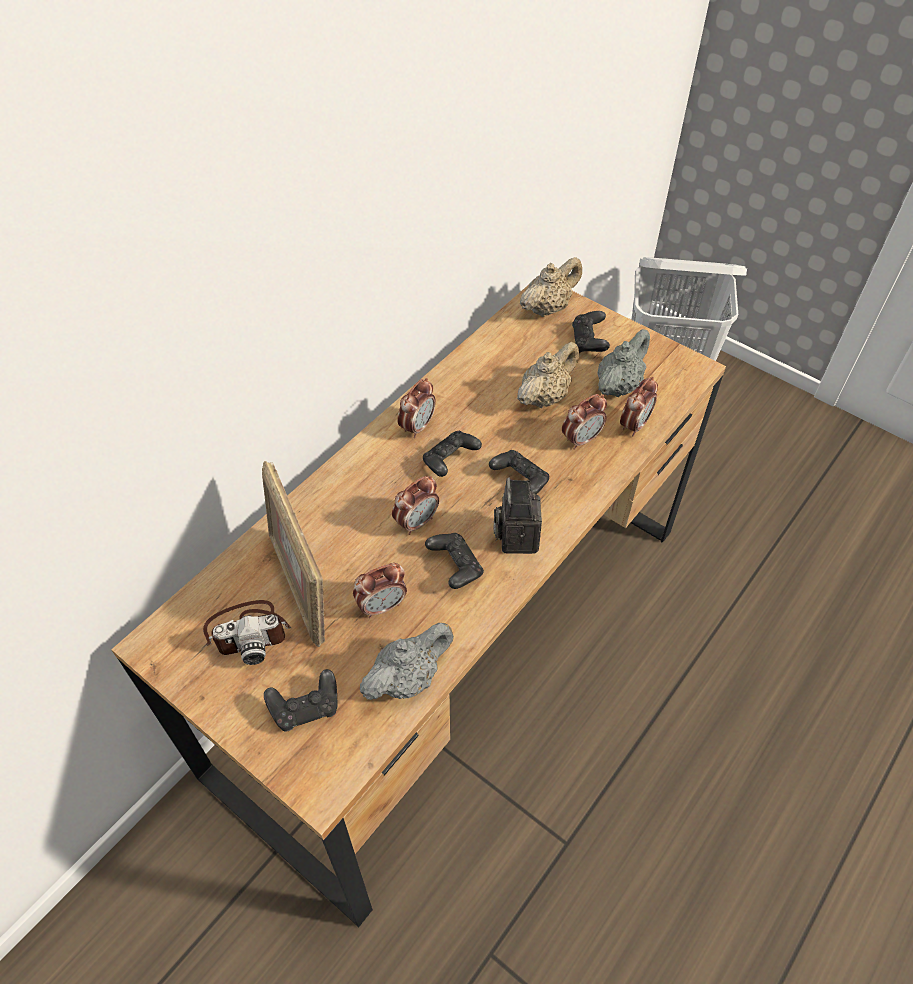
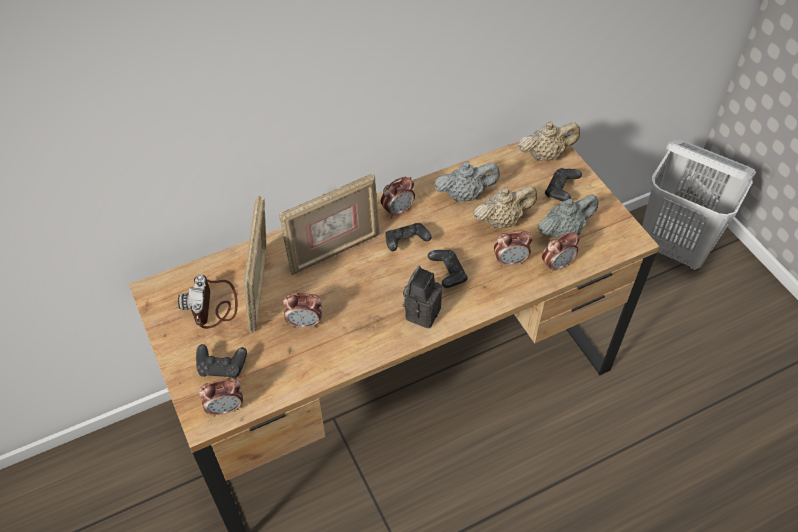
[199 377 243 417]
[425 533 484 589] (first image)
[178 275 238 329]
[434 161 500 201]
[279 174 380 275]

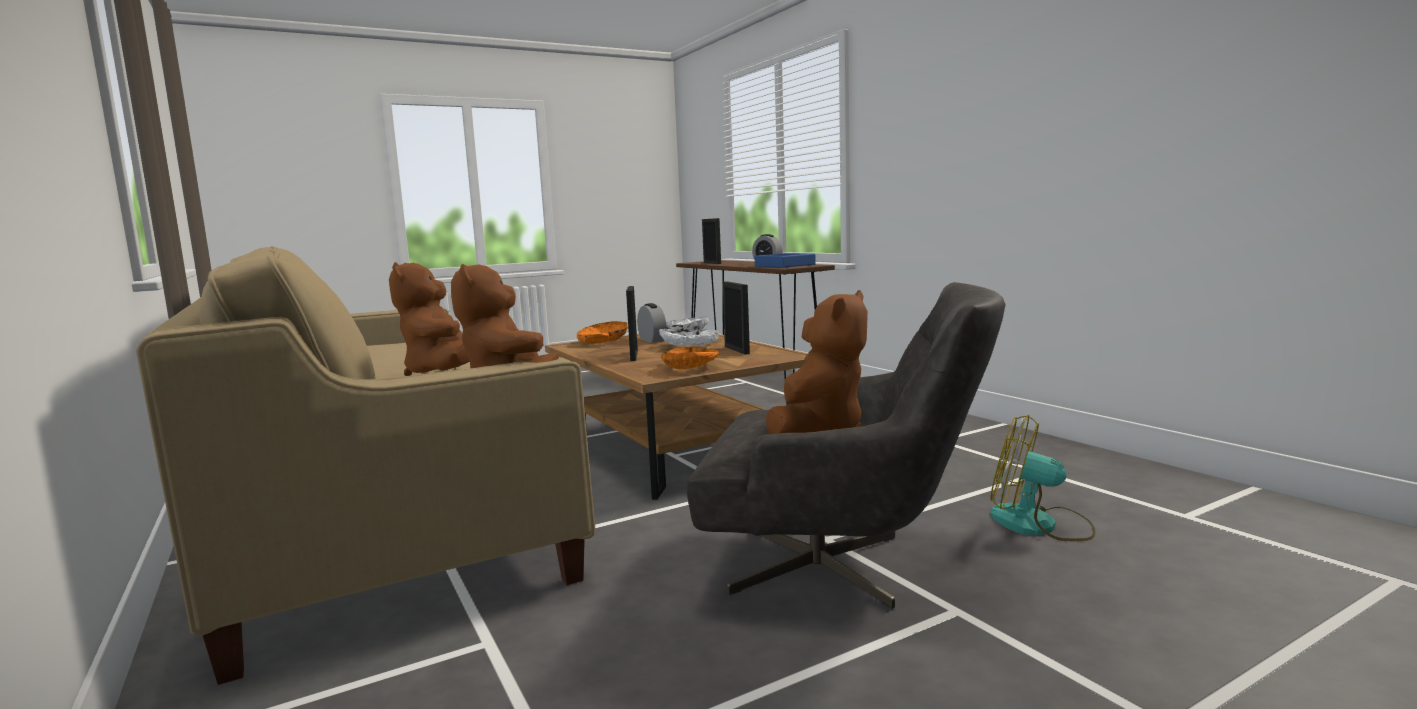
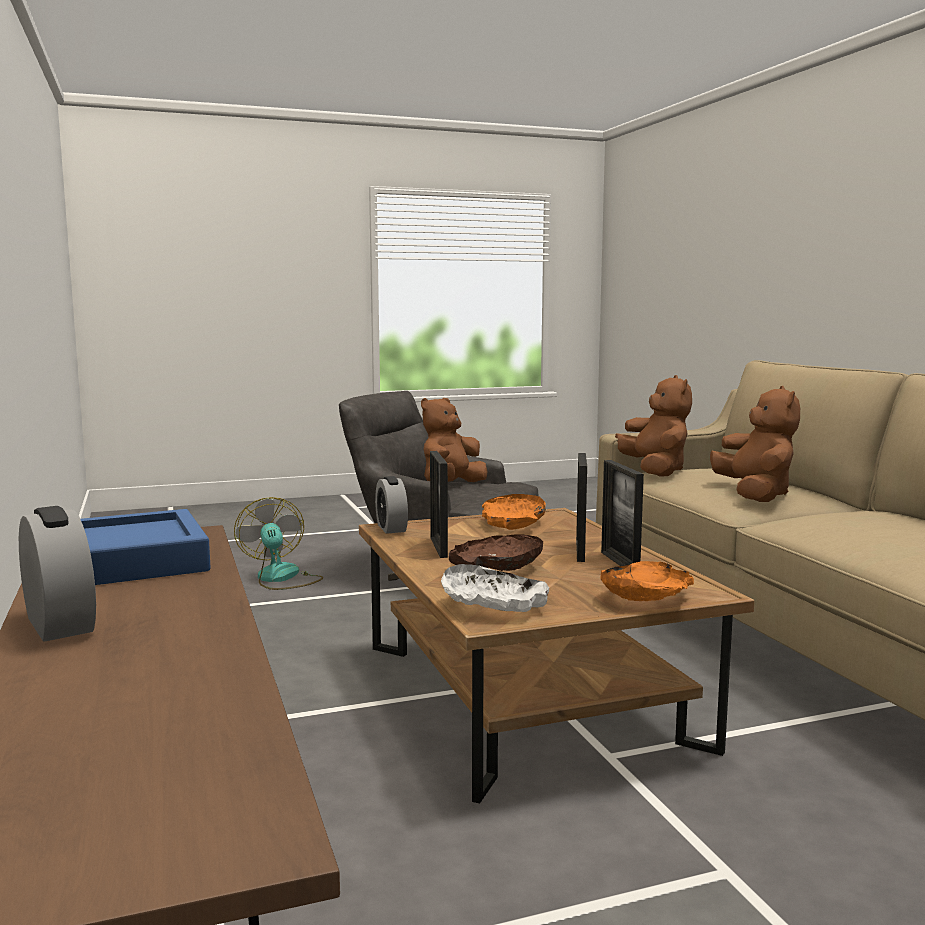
[601 460 644 566]
[375 476 408 534]
[449 534 543 571]
[234 497 323 590]

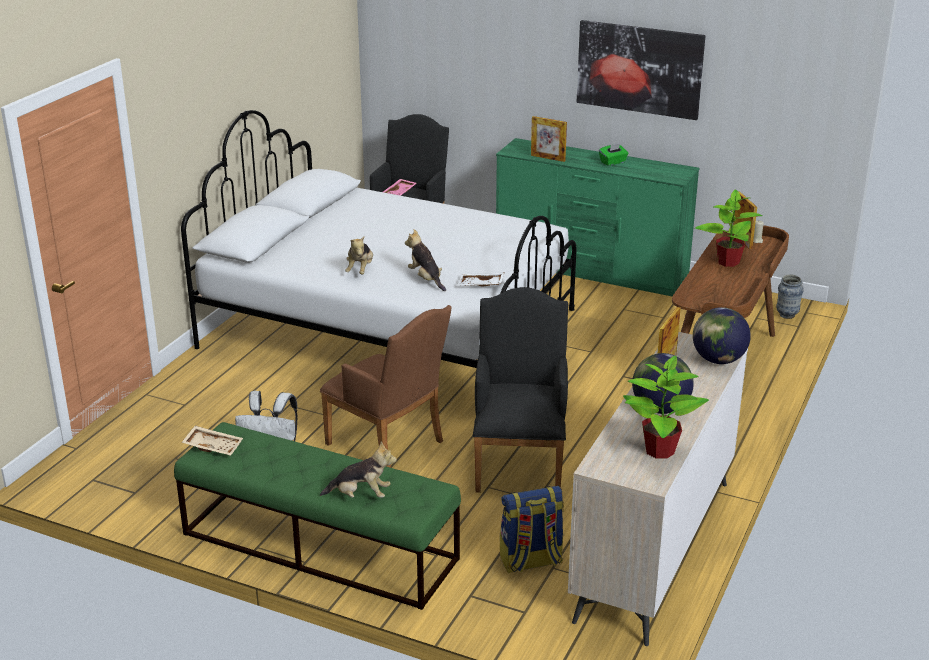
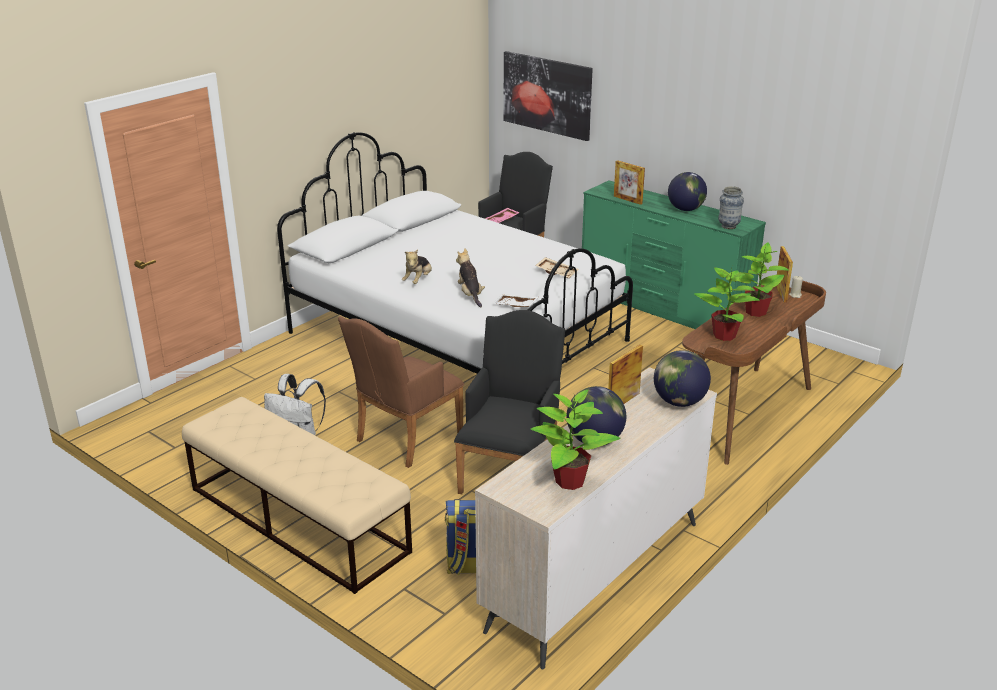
[504 51 593 141]
[668 172 707 211]
[718 186 744 229]
[338 316 464 468]
[182 397 412 594]
[535 257 579 278]
[320 441 397 498] (first image)
[694 266 760 341]

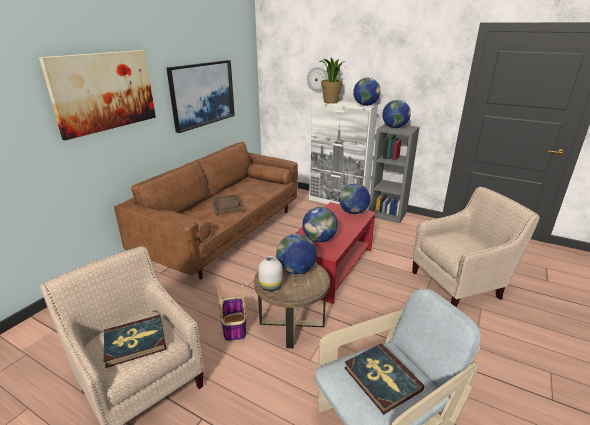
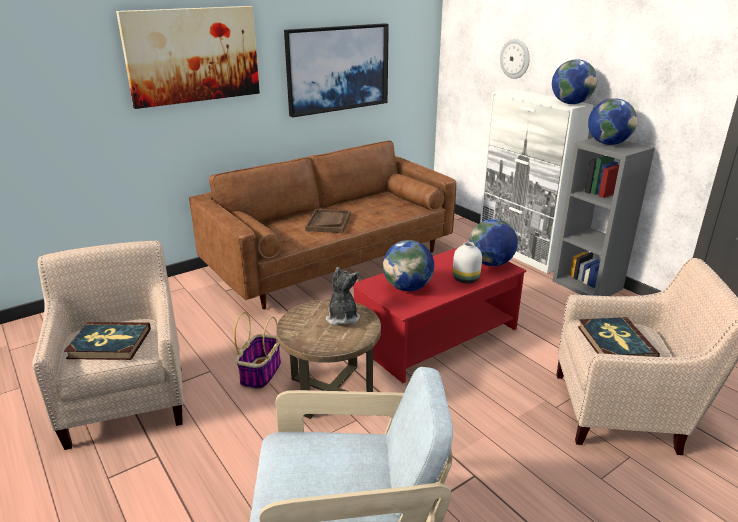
[319 58 345 104] (first image)
[326 267 360 325]
[453 242 482 284]
[578 317 660 357]

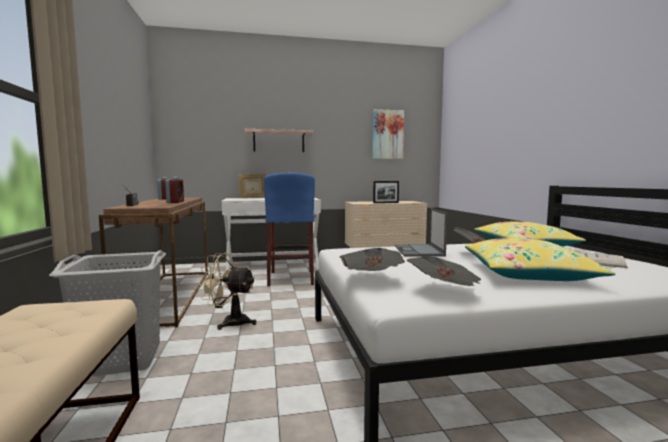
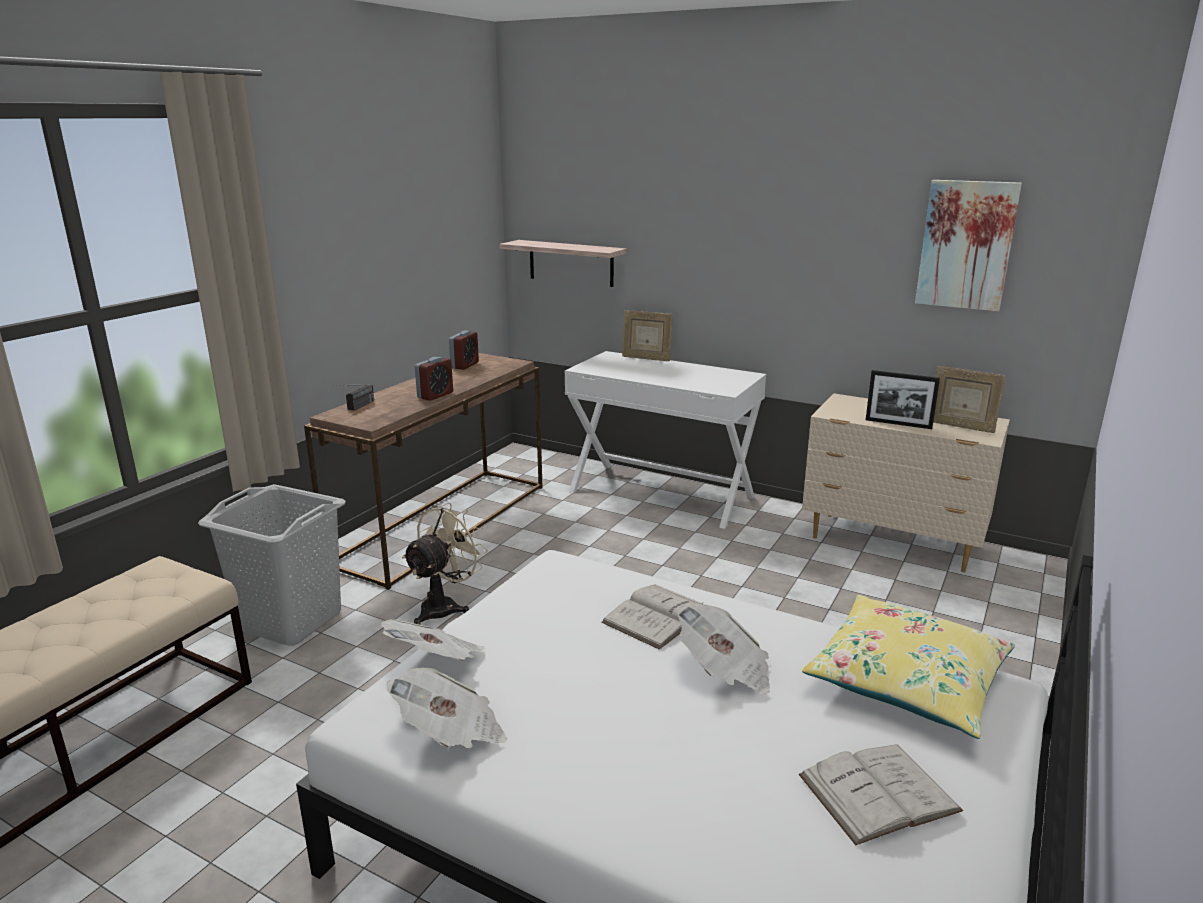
[500 240 627 287]
[264 172 315 286] (first image)
[601 584 705 650]
[465 238 616 281] (first image)
[402 502 488 625]
[933 366 1005 433]

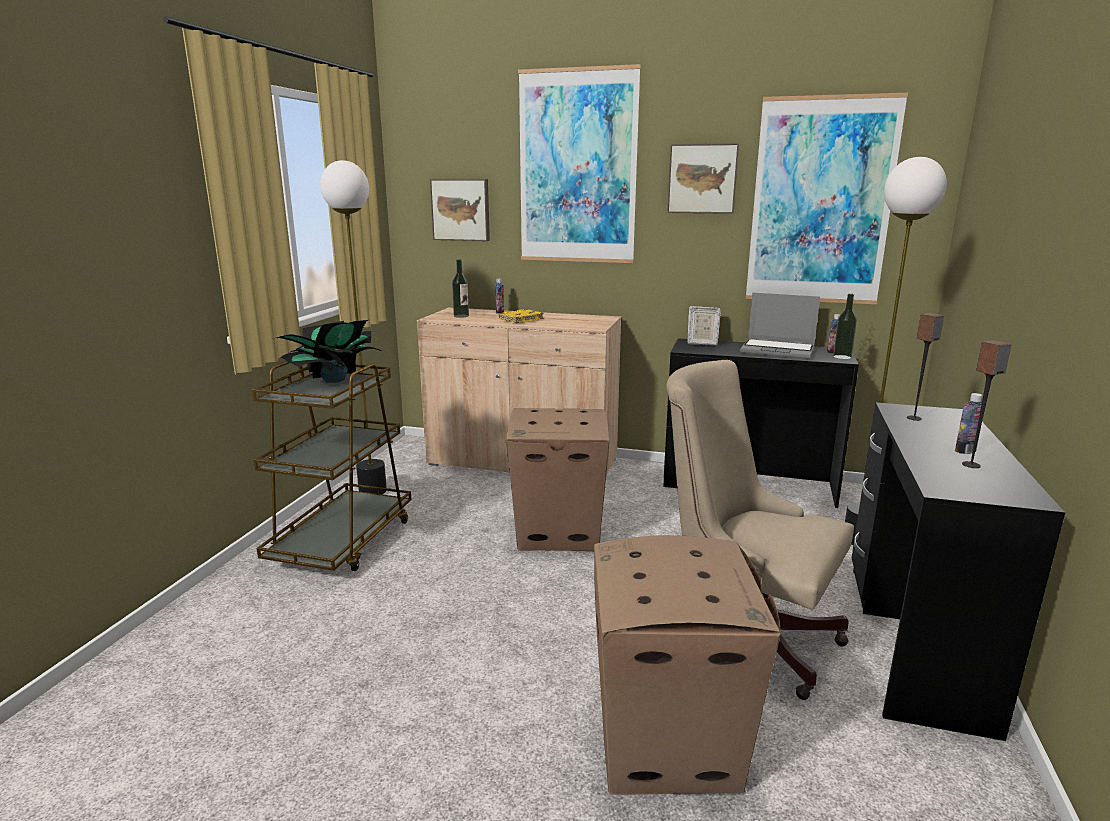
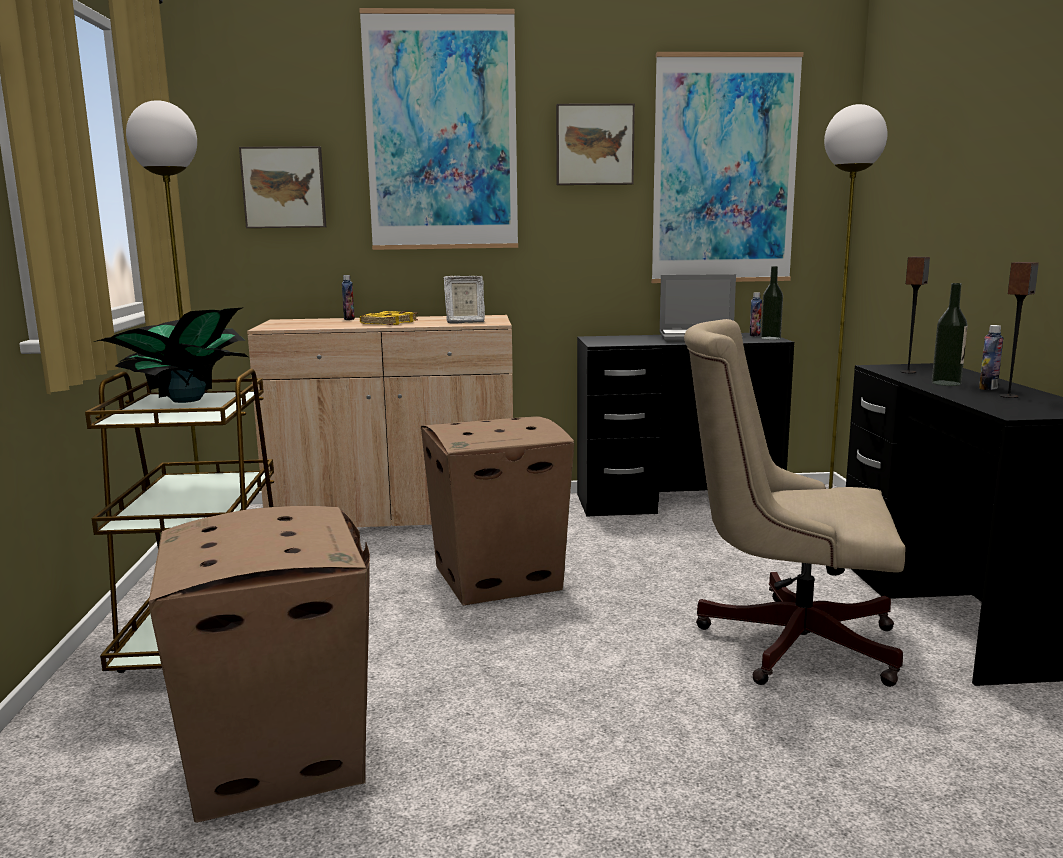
[932 283 968 386]
[443 276 485 324]
[149 506 370 822]

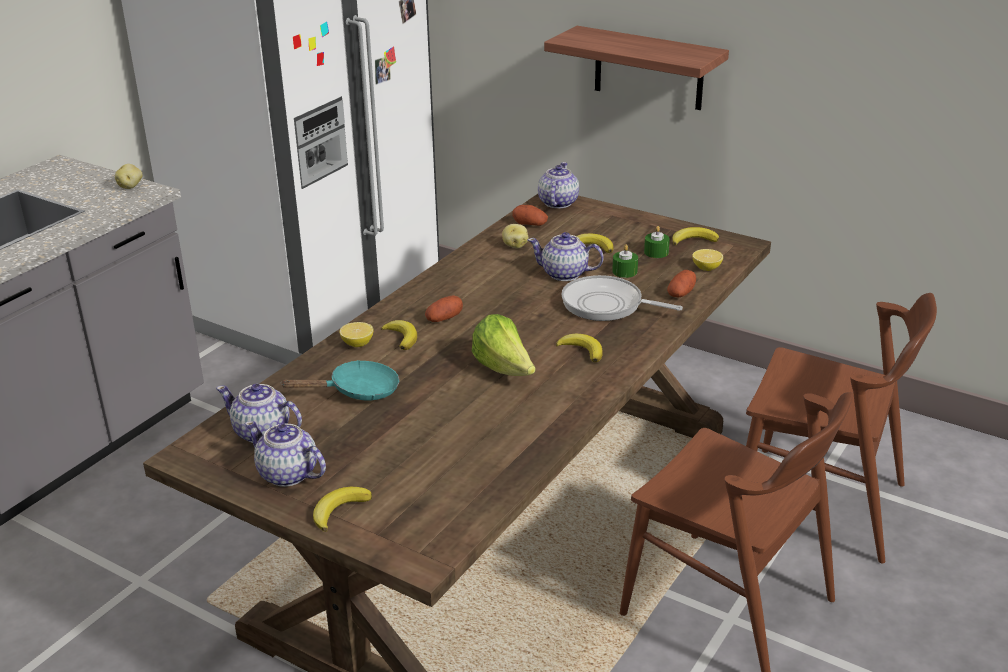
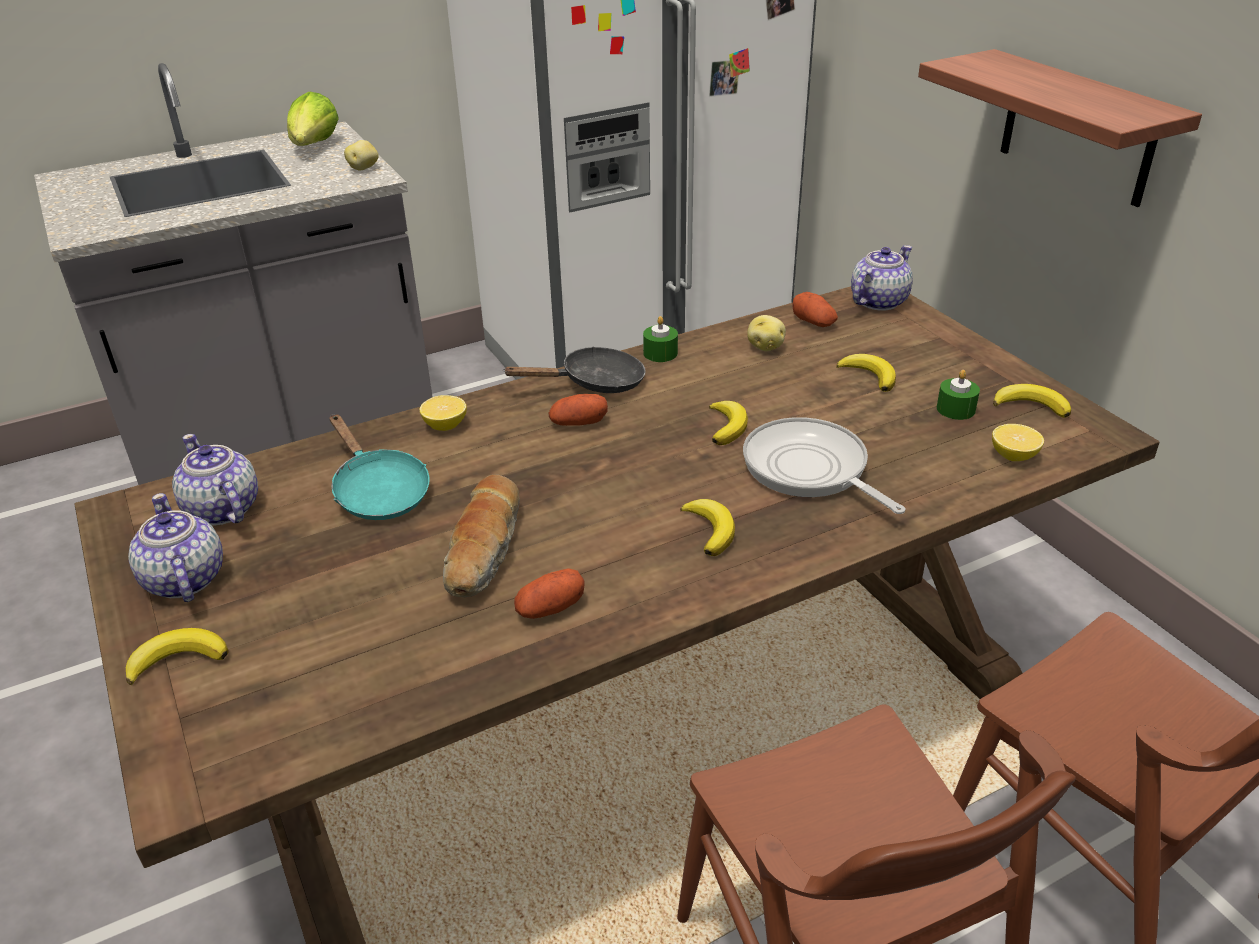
[528 232 604 281] (first image)
[643 316 678 362]
[514 568 585 619]
[287 92 338 146]
[709 401 748 445]
[330 414 430 520]
[503 347 646 393]
[443 475 520 598]

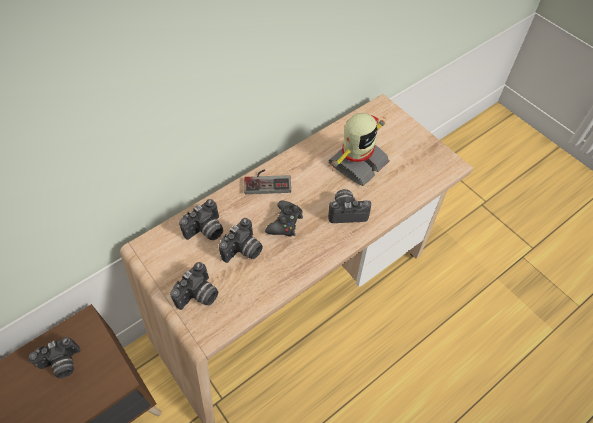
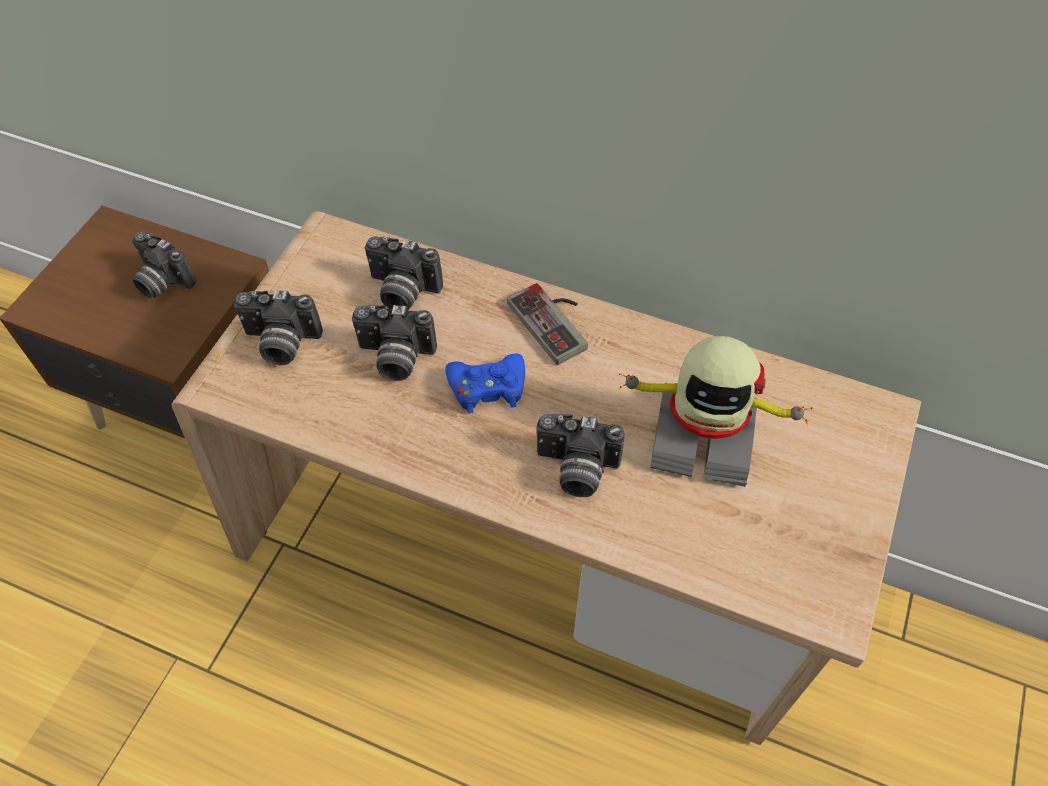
[536 413 625 497]
[445 354 525 414]

